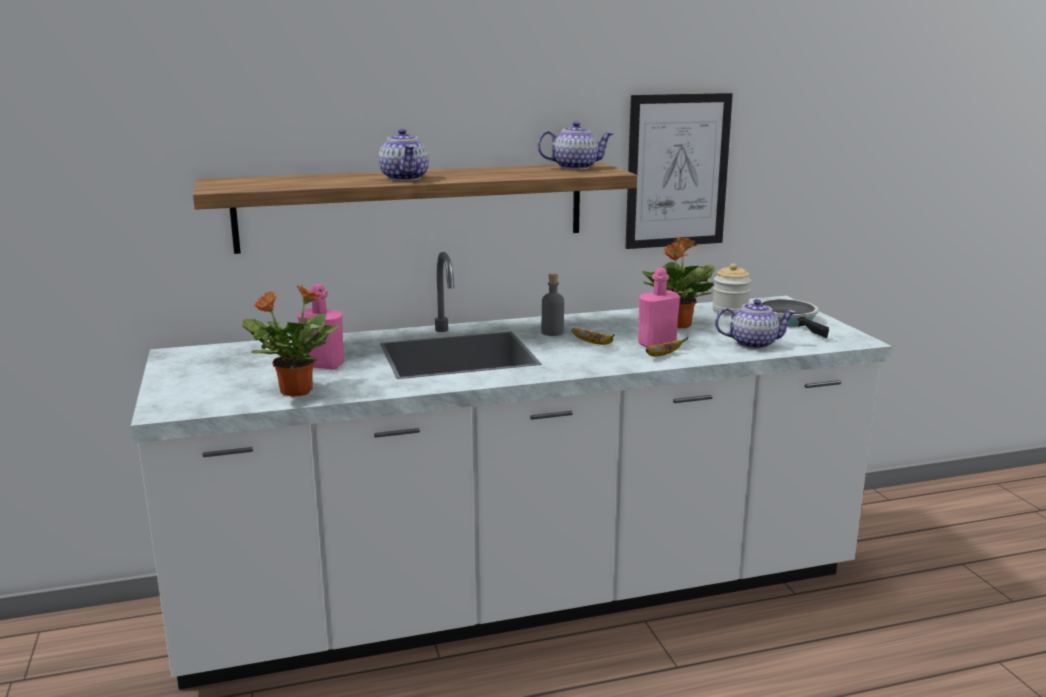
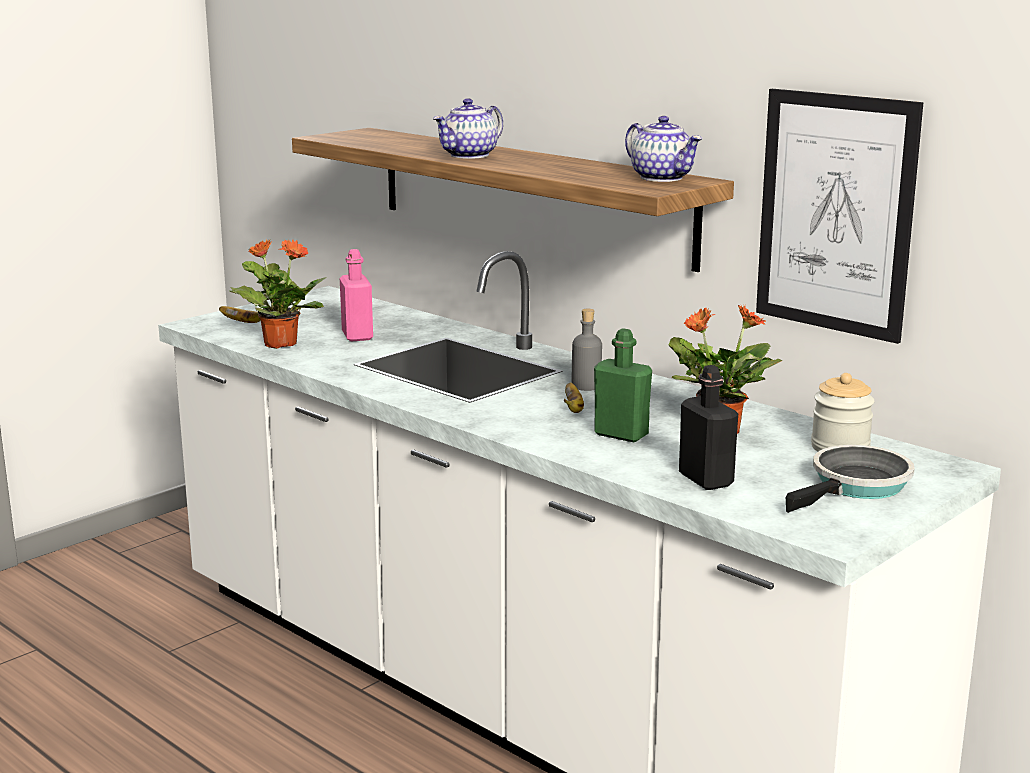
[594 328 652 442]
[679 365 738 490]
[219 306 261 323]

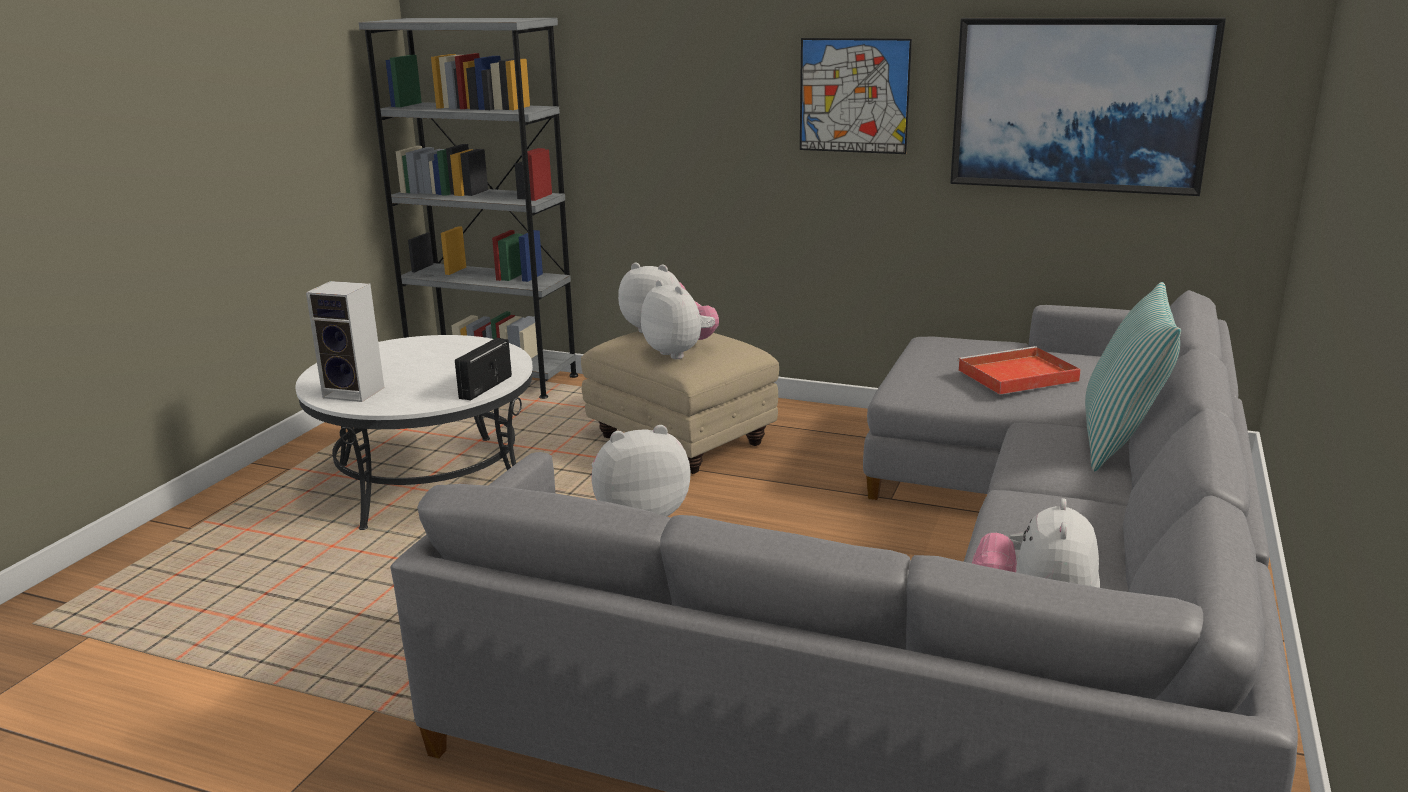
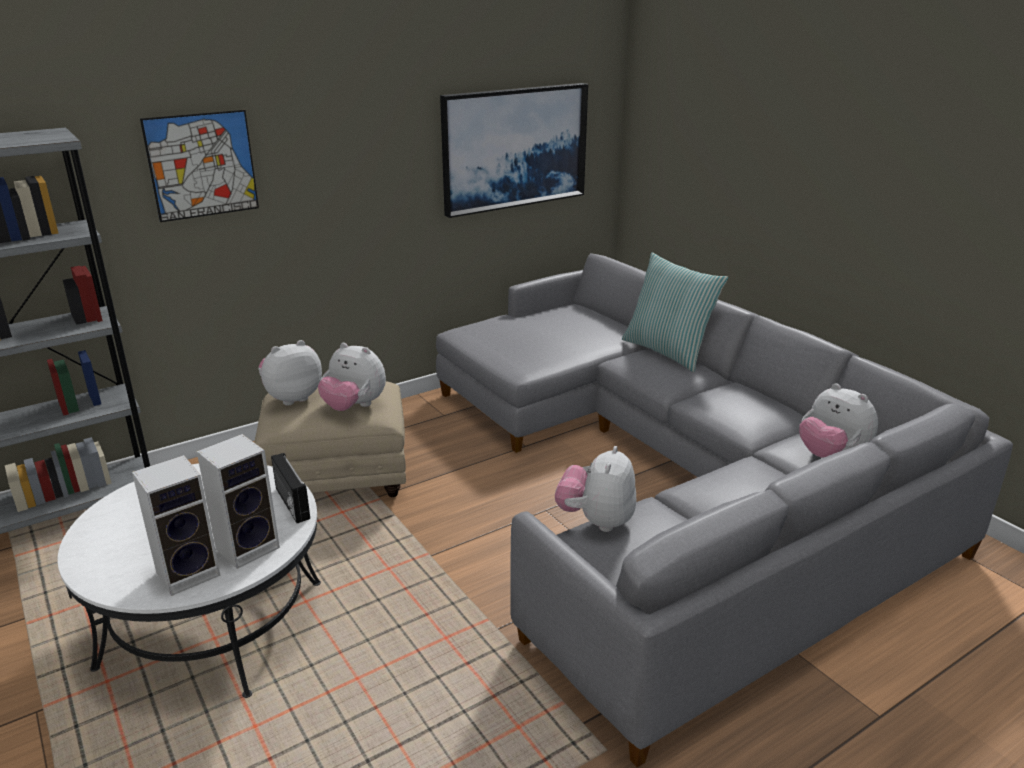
[140 110 259 222]
[318 343 386 411]
[958 346 1081 395] (first image)
[197 434 280 569]

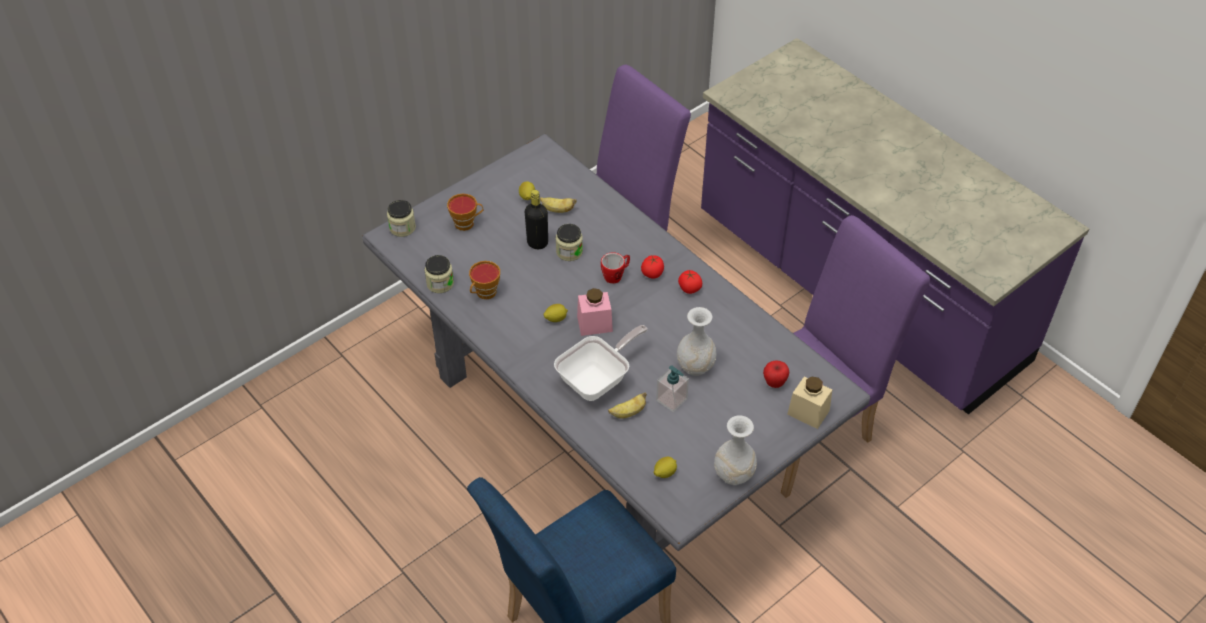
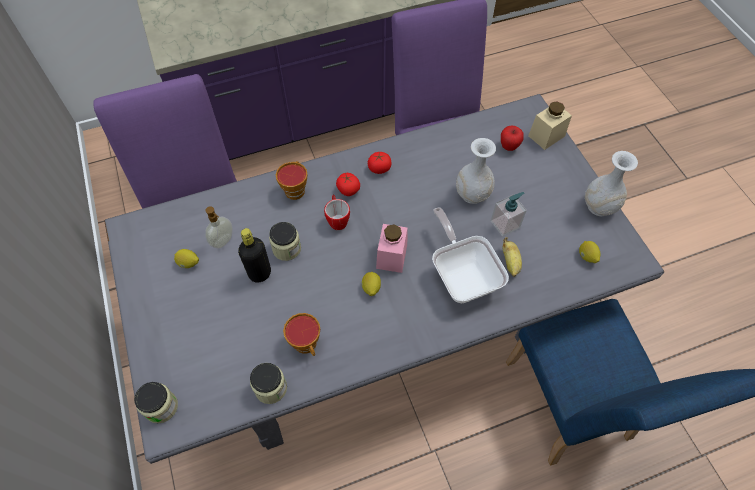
[276 161 308 200]
[205 206 233 249]

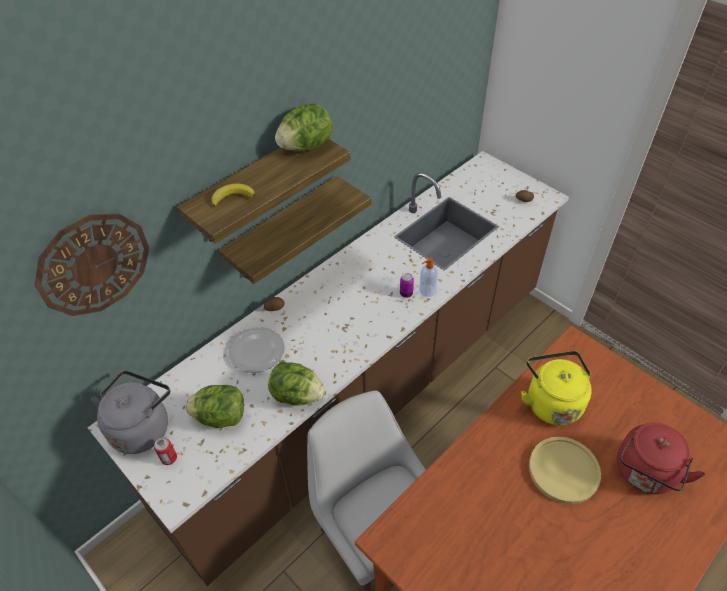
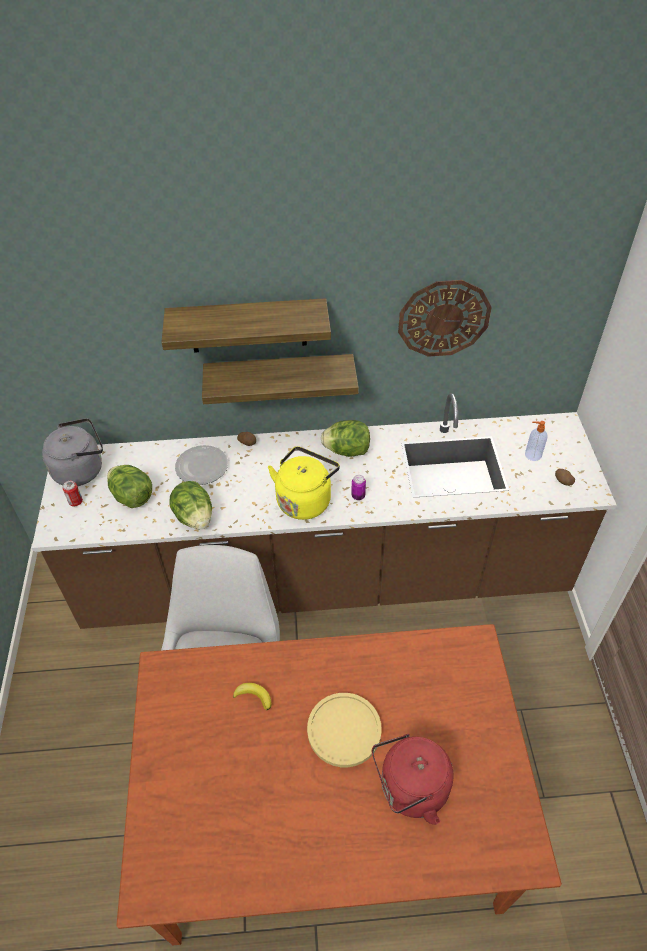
[321 420 370 457]
[233 683 272 710]
[398 280 492 357]
[525 421 548 461]
[268 446 340 520]

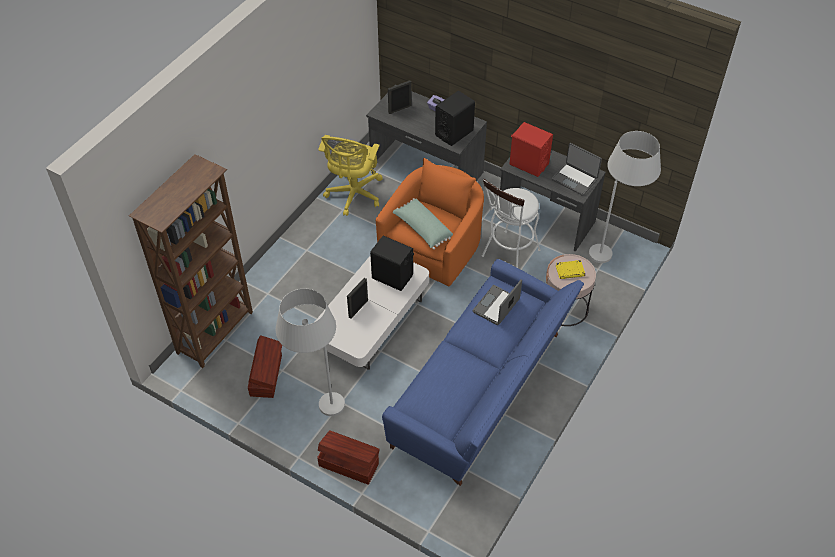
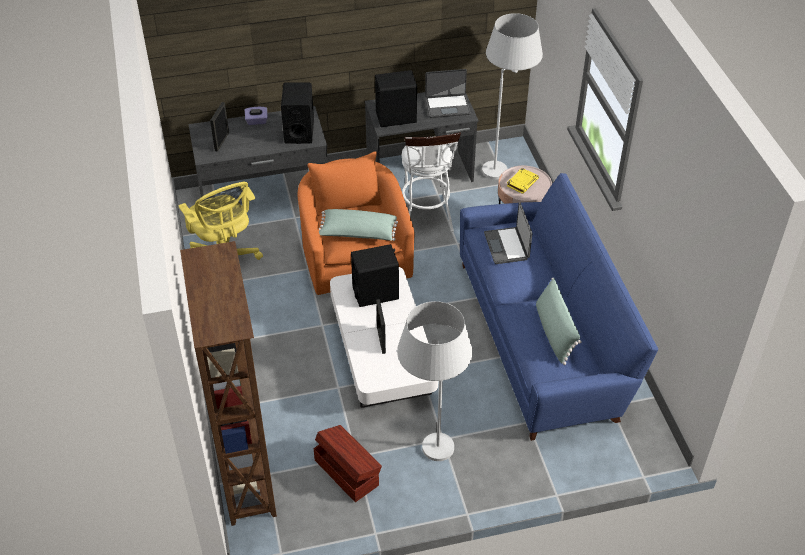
[375 70 417 127]
[317 430 379 485] (first image)
[536 278 582 365]

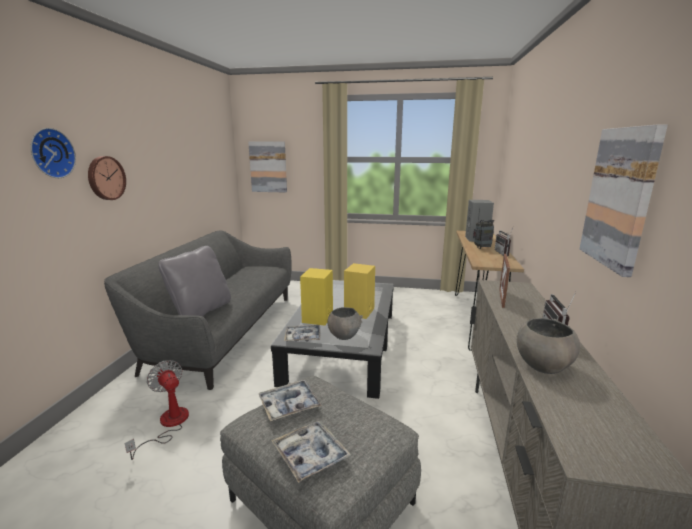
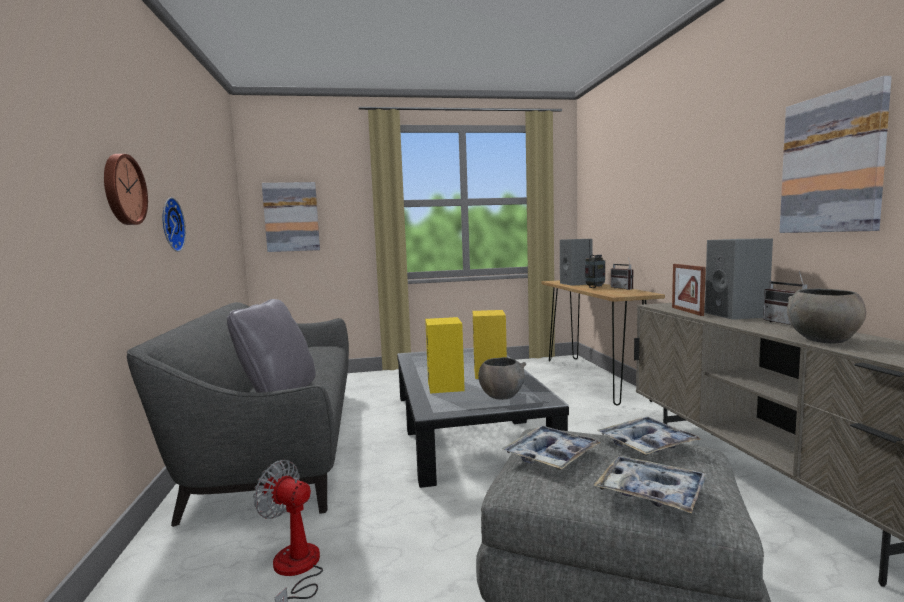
[163 197 186 252]
[597 417 701 455]
[705 239 773 320]

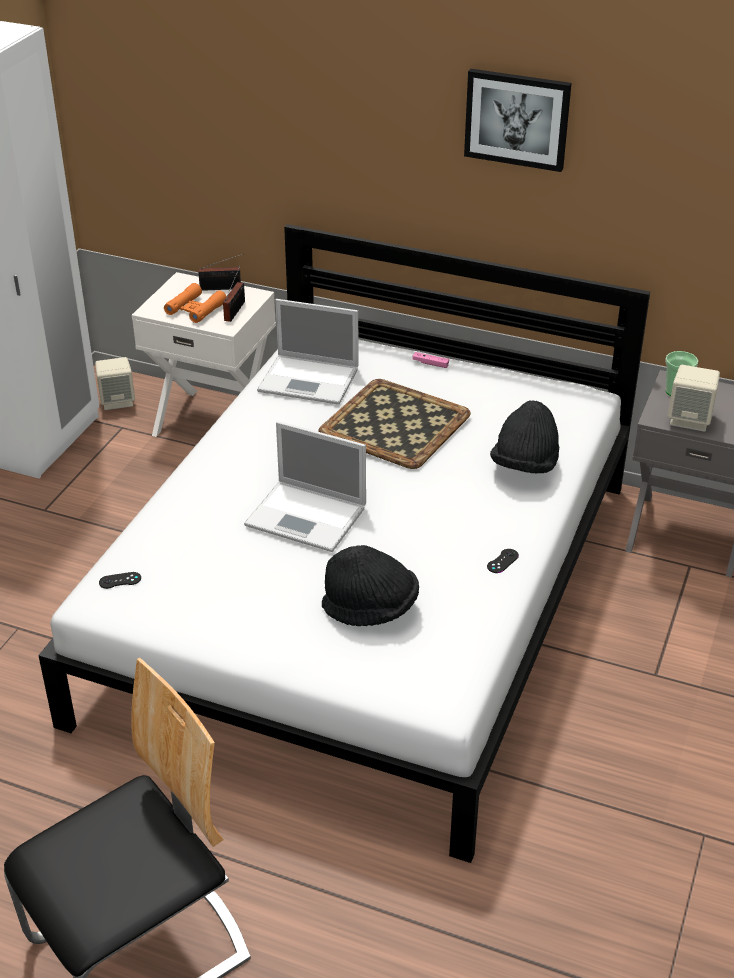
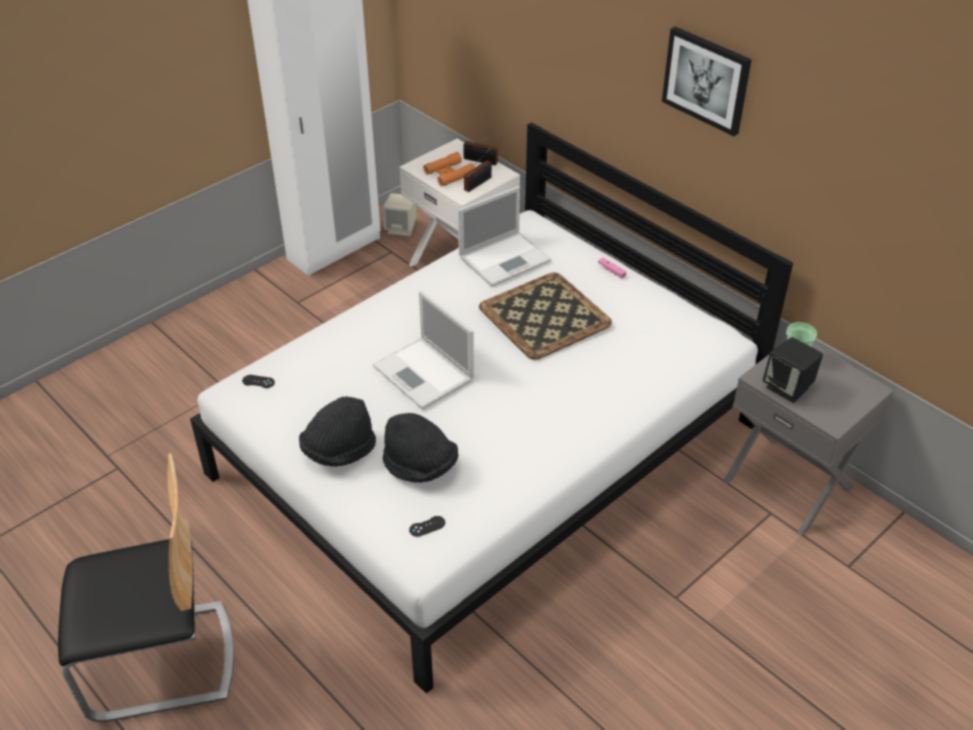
[458 186 551 287]
[763 337 823 403]
[299 396 376 467]
[409 516 445 537]

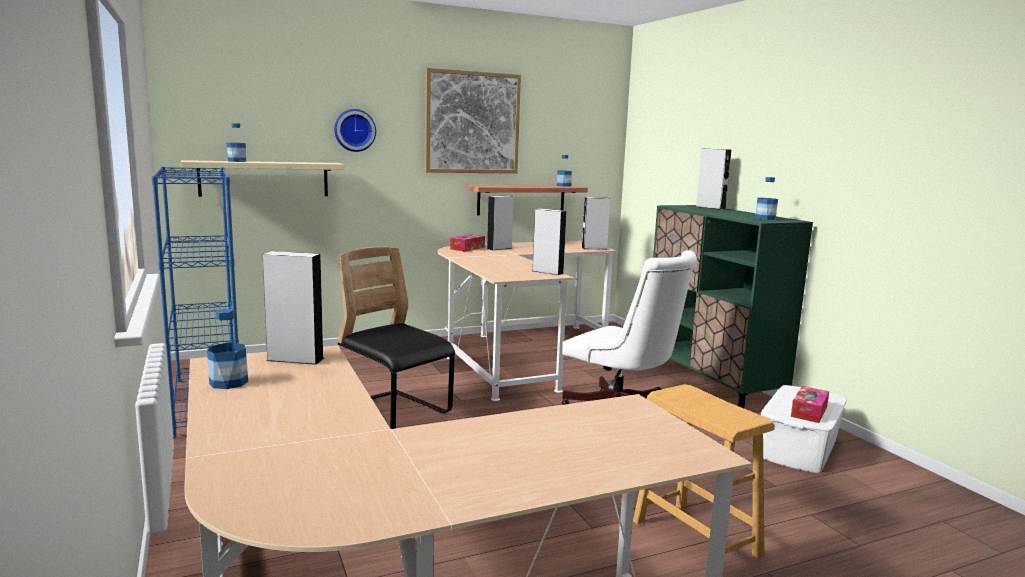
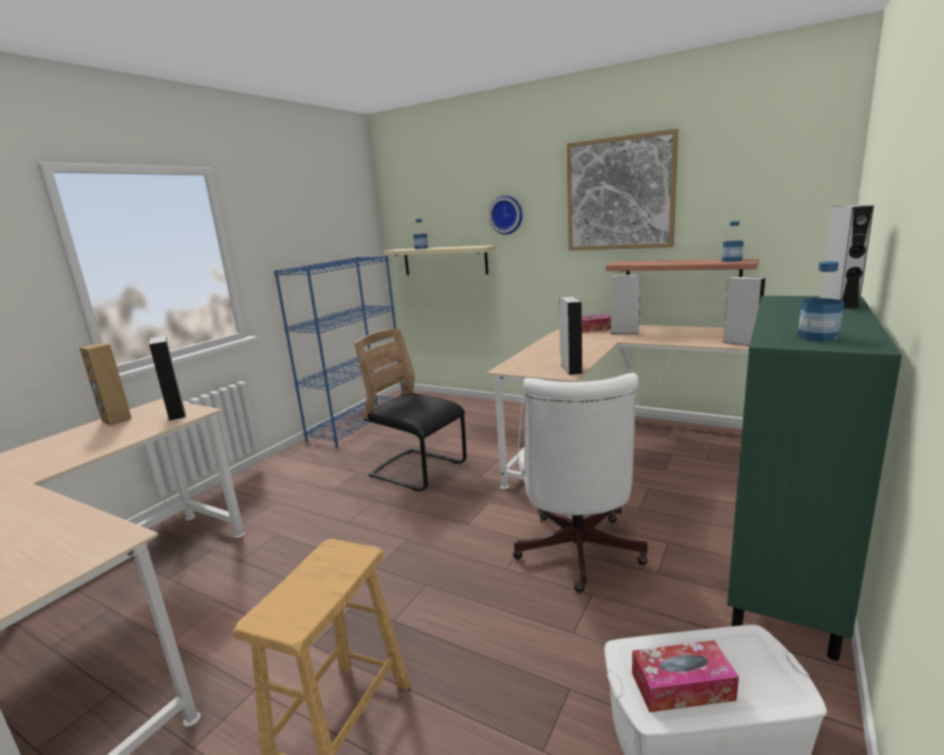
[355 328 467 492]
[79 343 132 426]

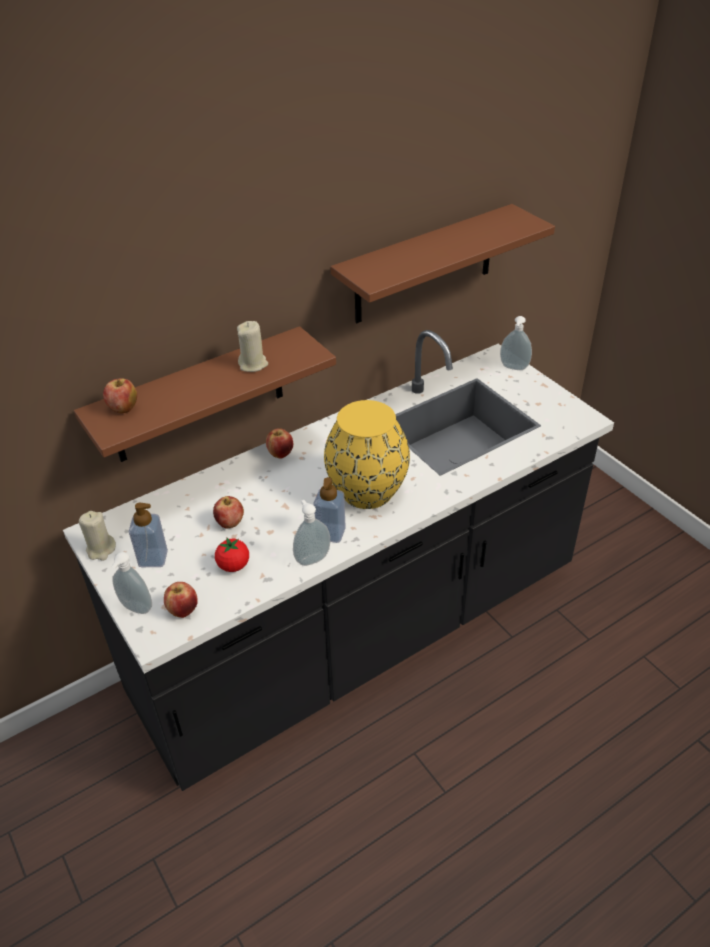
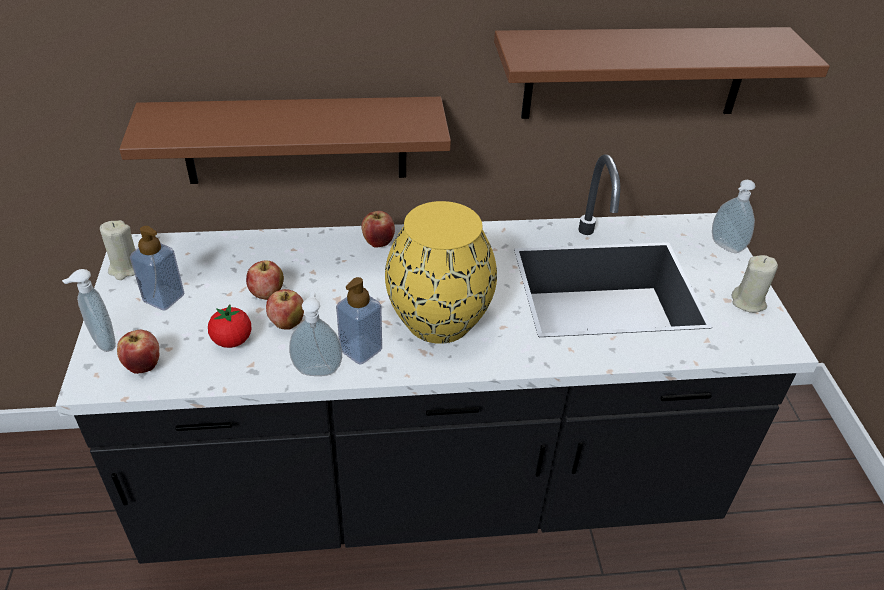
[732 255 778 313]
[266 289 304 330]

